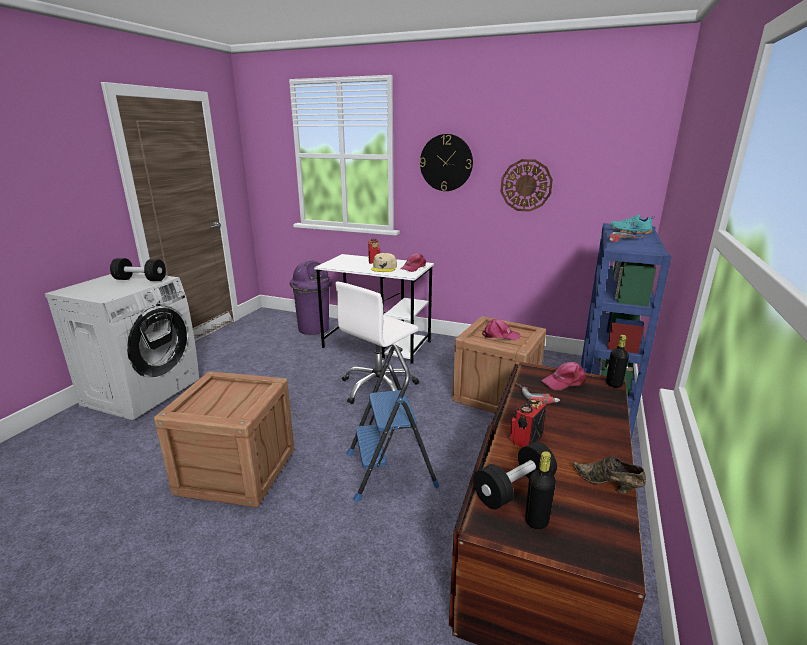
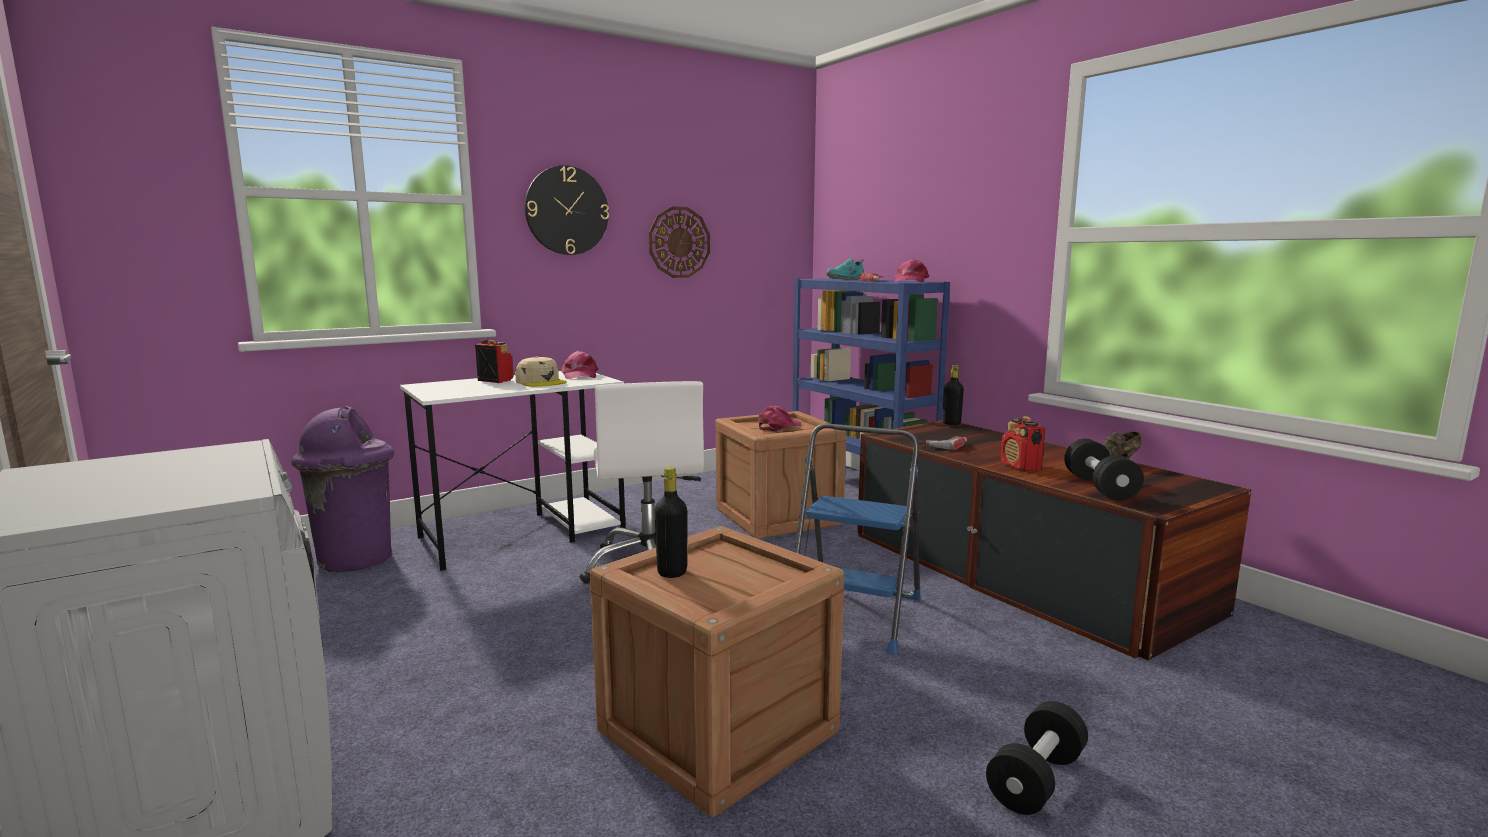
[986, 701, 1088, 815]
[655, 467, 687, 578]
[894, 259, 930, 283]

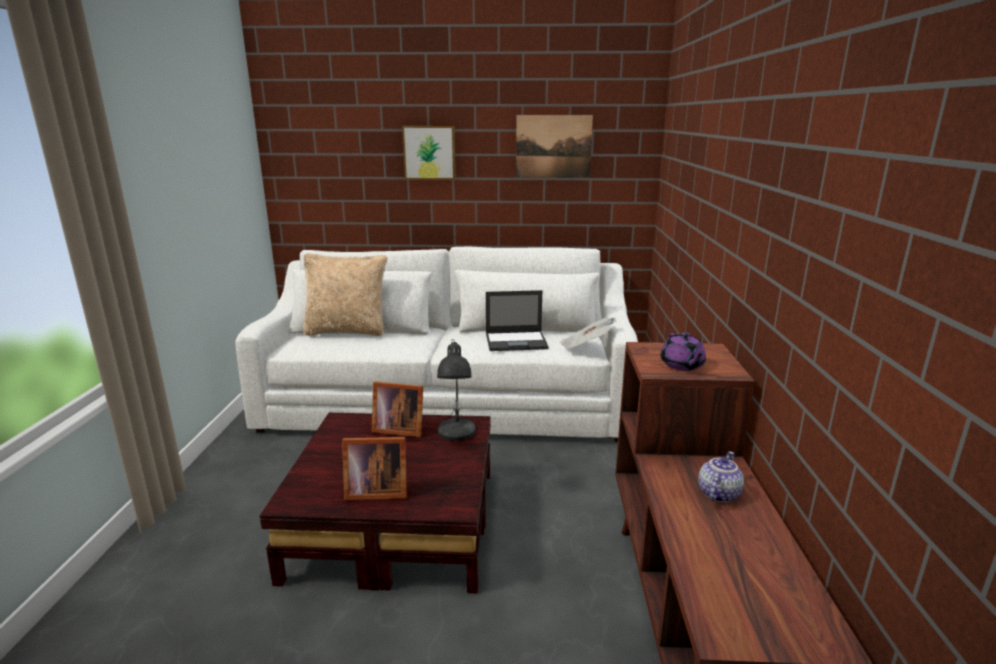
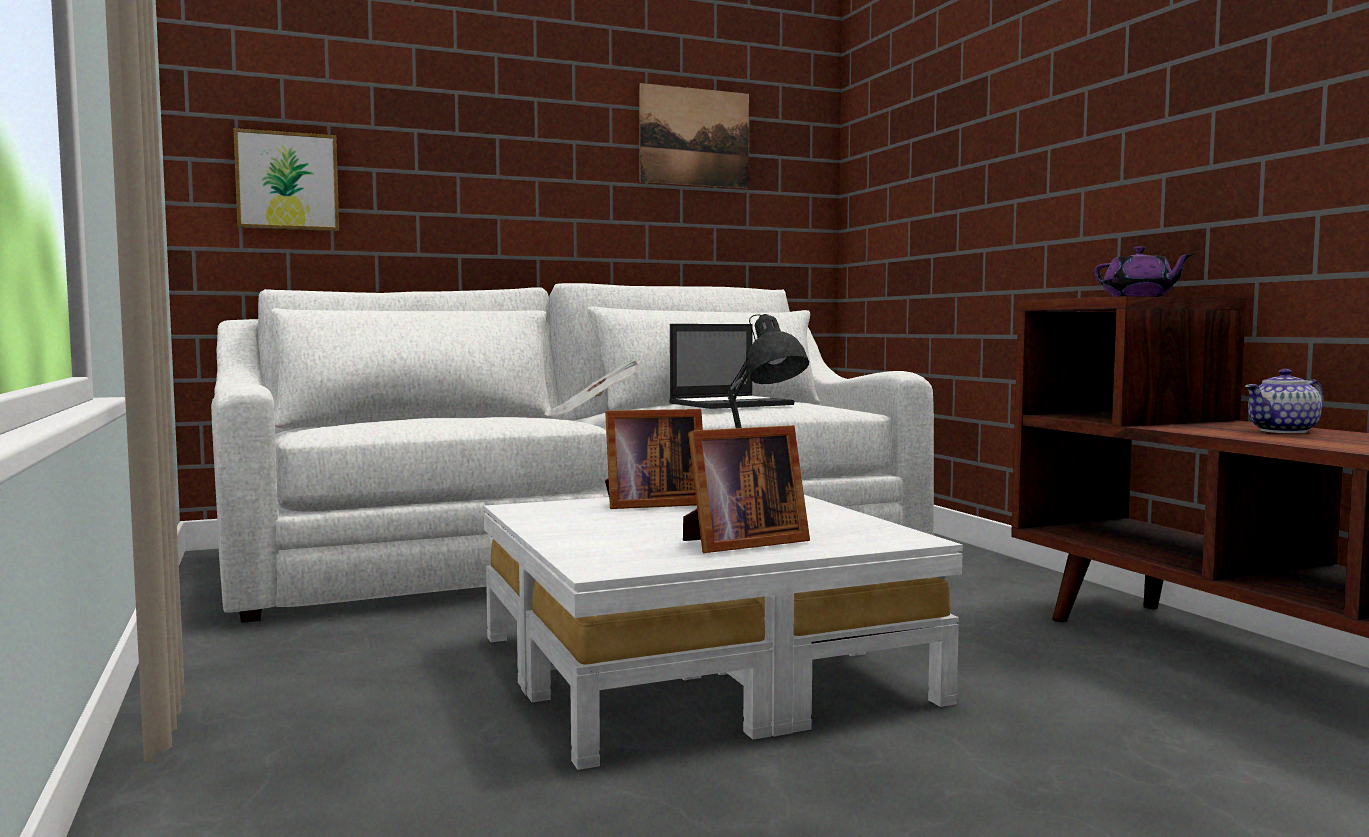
[484, 495, 963, 770]
[303, 253, 388, 337] (first image)
[234, 128, 339, 231]
[544, 360, 642, 416]
[1245, 369, 1324, 433]

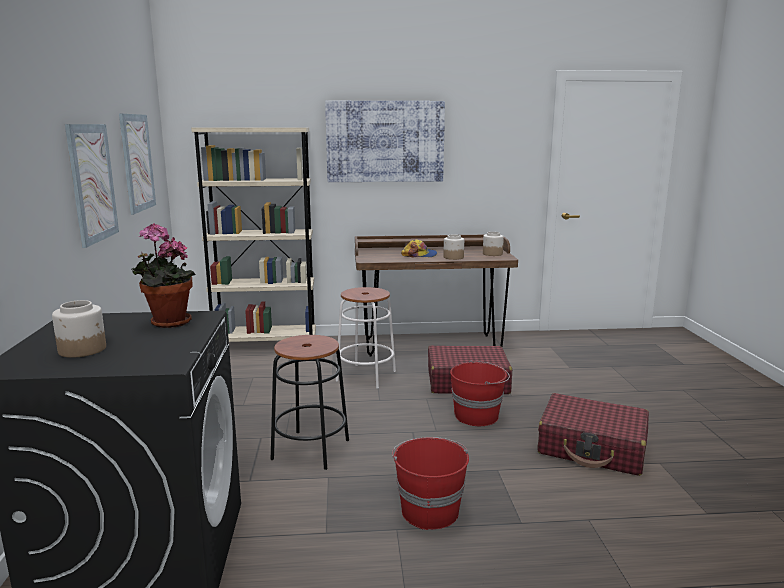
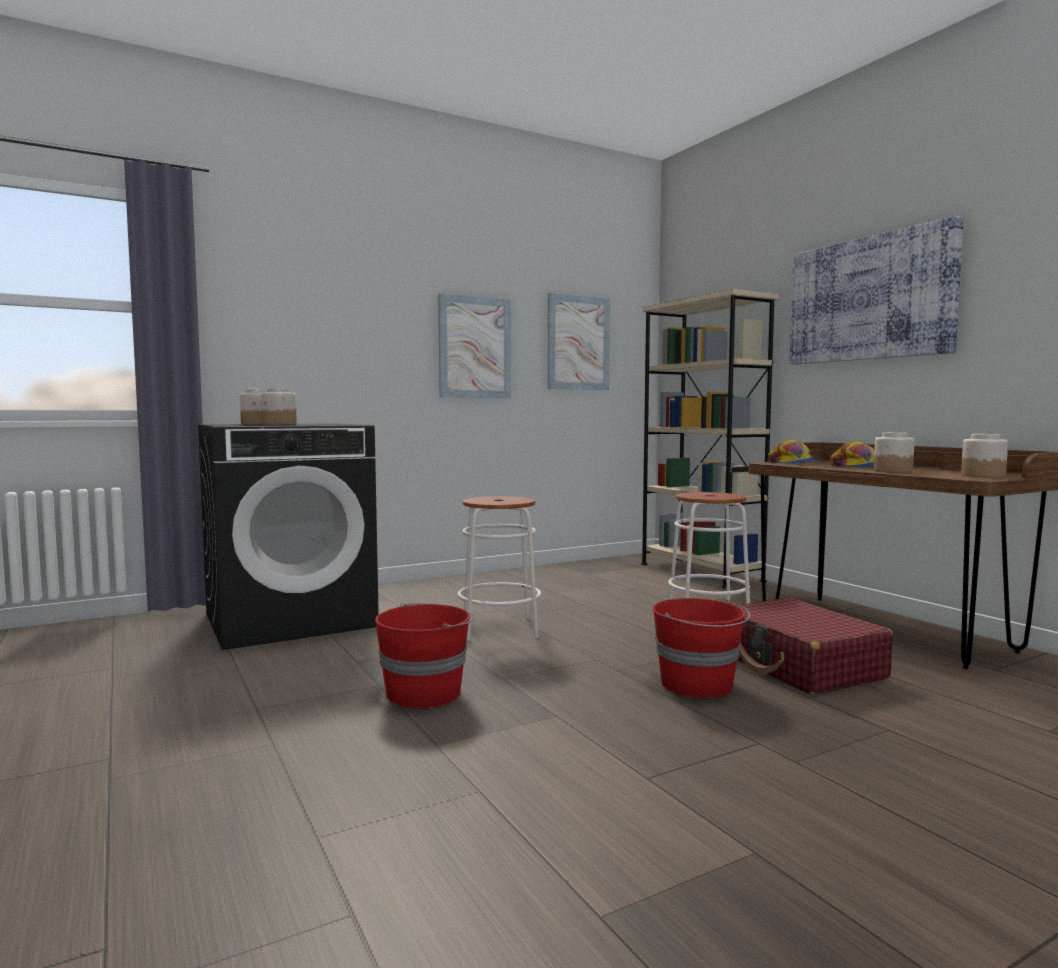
[132, 223, 196, 328] (first image)
[457, 496, 541, 641]
[538, 393, 649, 476] (first image)
[261, 388, 297, 425]
[768, 439, 820, 464]

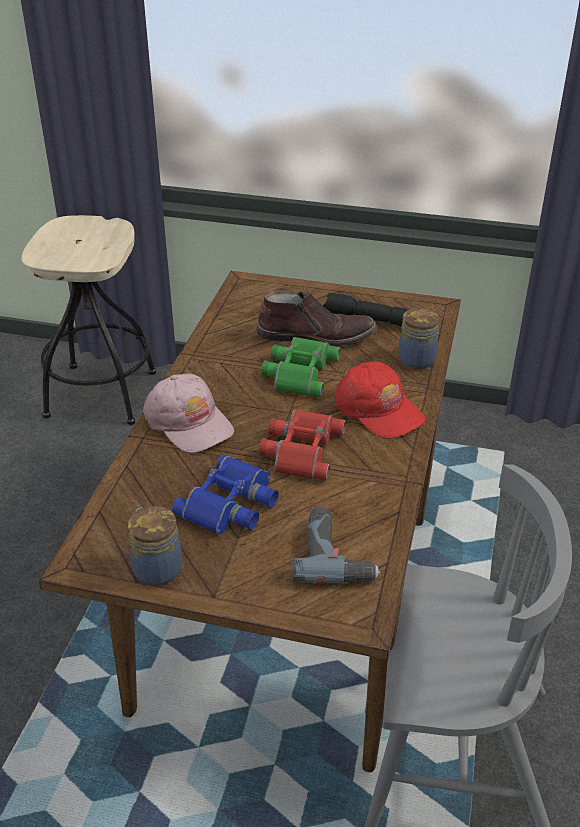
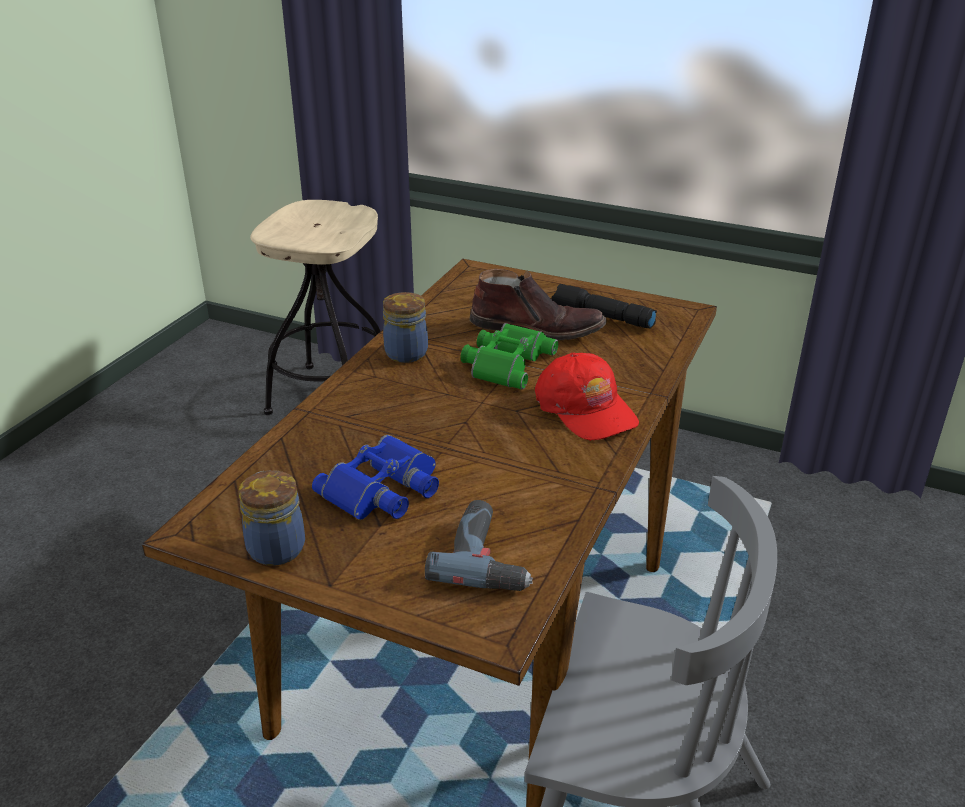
[143, 373, 234, 453] (first image)
[259, 410, 346, 480] (first image)
[383, 292, 428, 363]

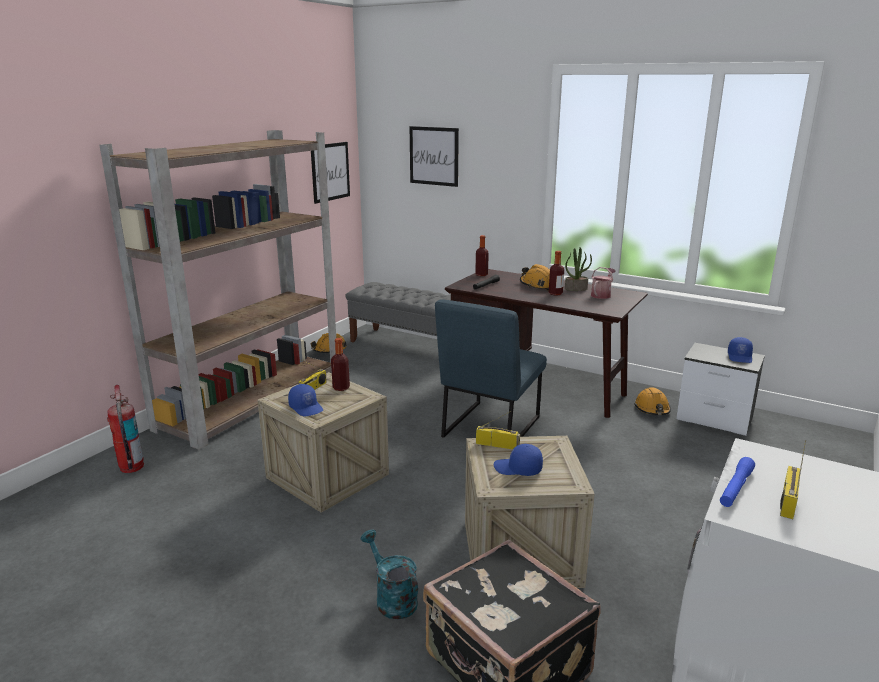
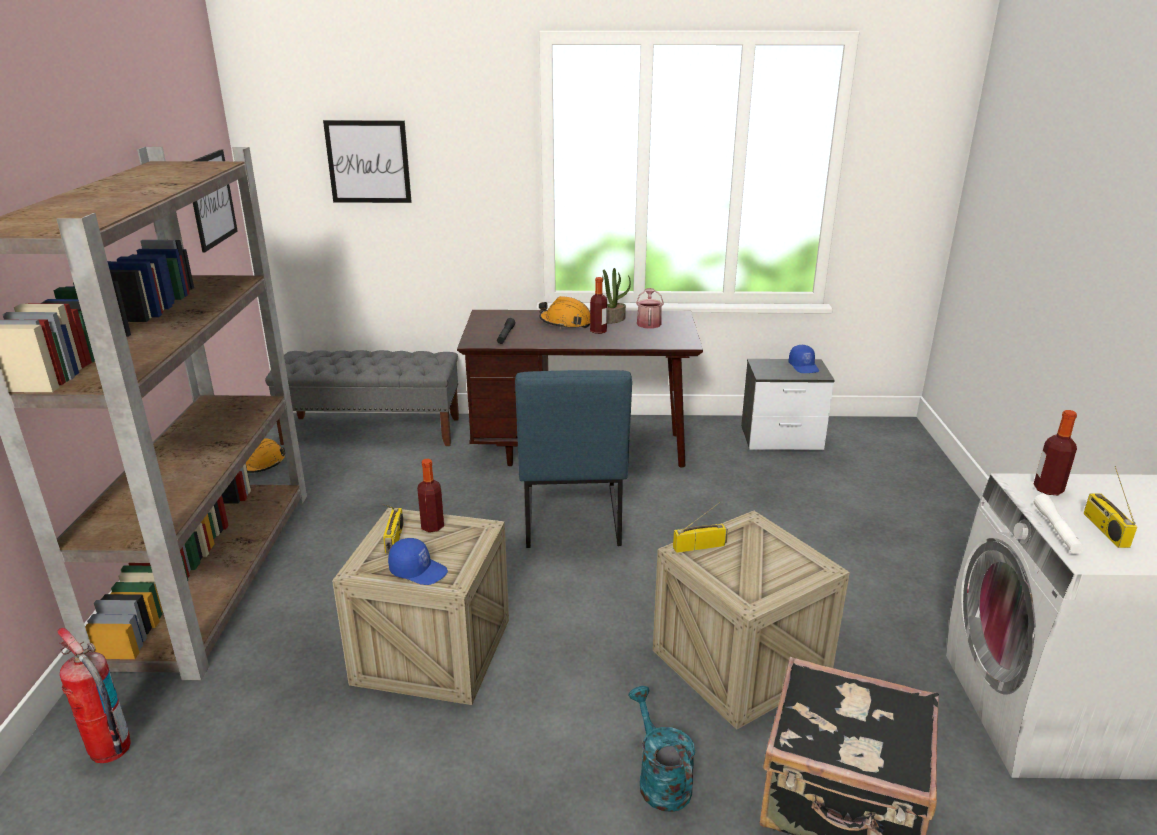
[628, 686, 695, 812]
[1034, 410, 1077, 495]
[494, 444, 543, 476] (first image)
[634, 387, 671, 415] (first image)
[1034, 494, 1084, 554]

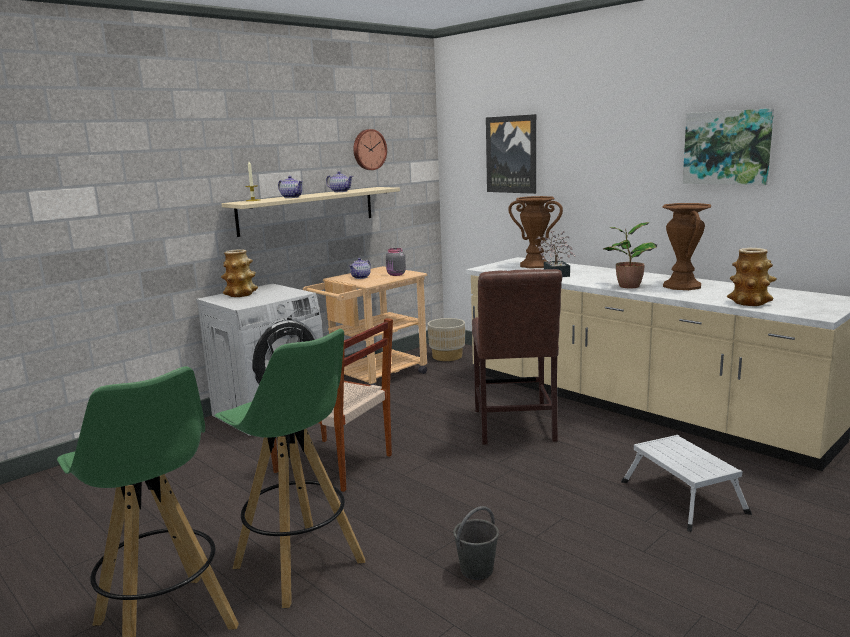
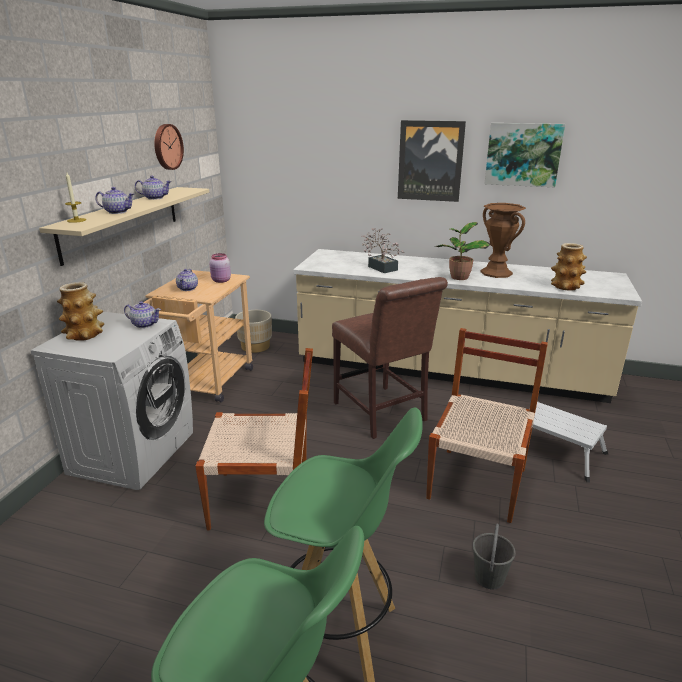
[209, 253, 231, 283]
[398, 120, 466, 202]
[508, 196, 563, 268] (first image)
[124, 301, 161, 328]
[426, 328, 548, 523]

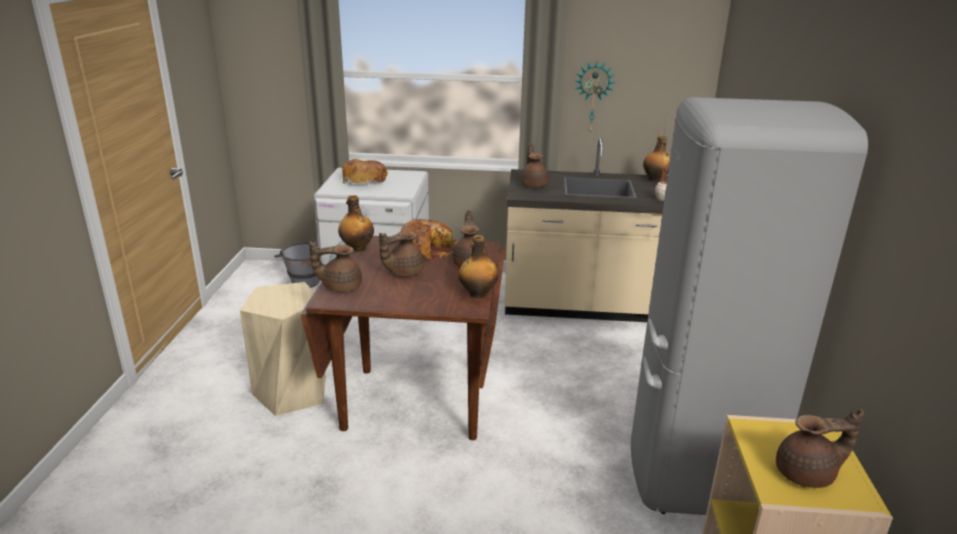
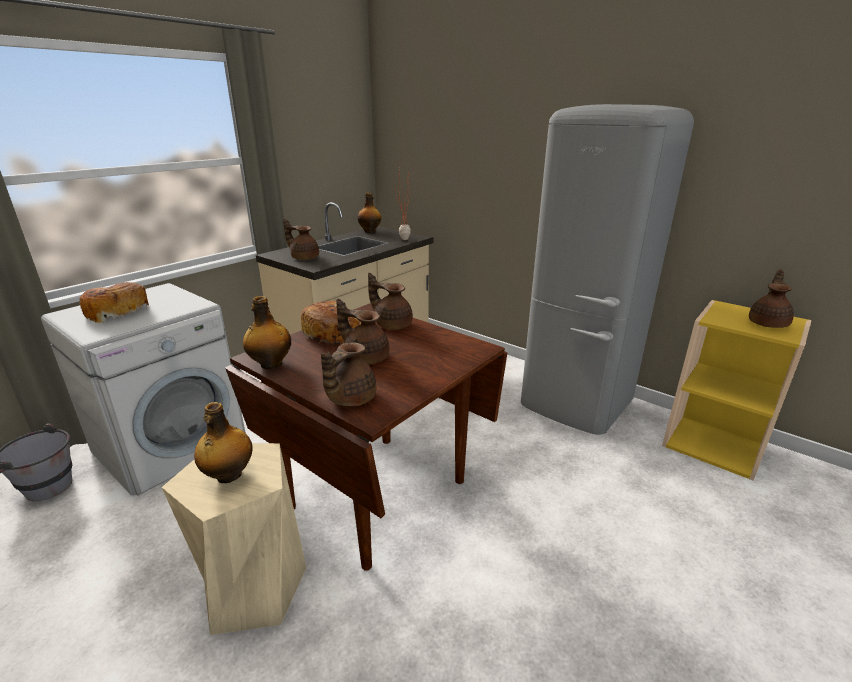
[336, 298, 389, 364]
[194, 402, 253, 483]
[575, 62, 616, 134] (first image)

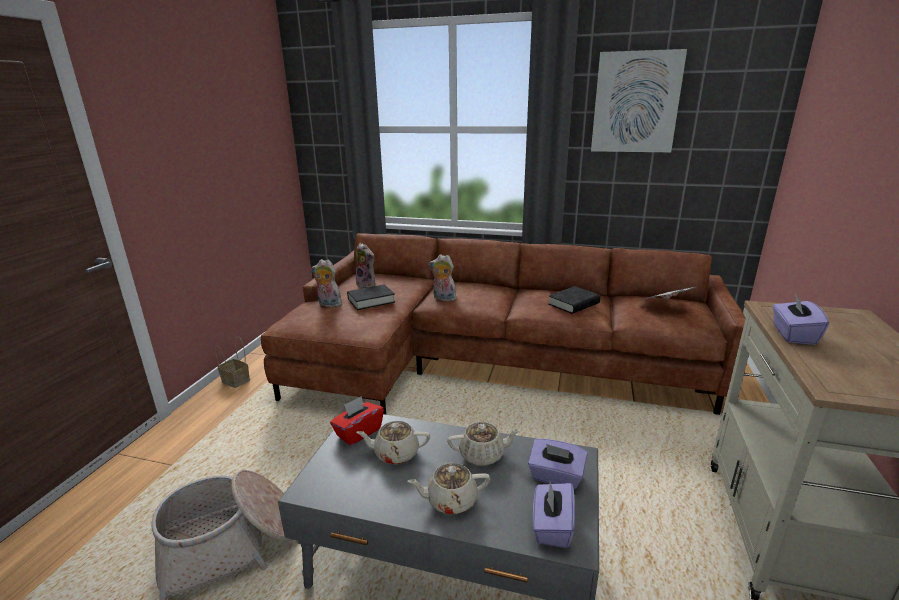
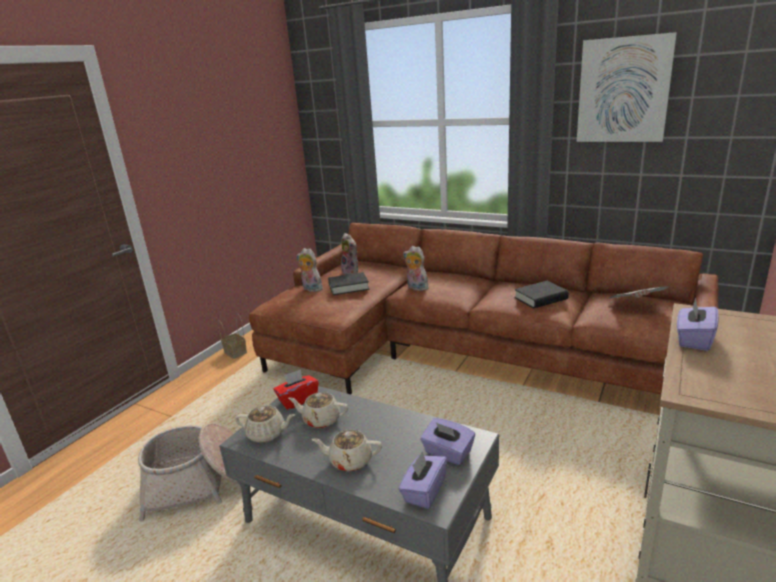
[235, 405, 295, 443]

